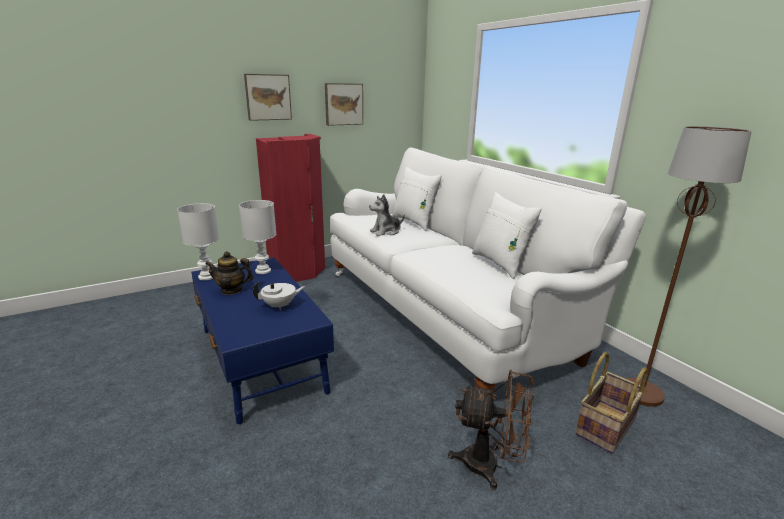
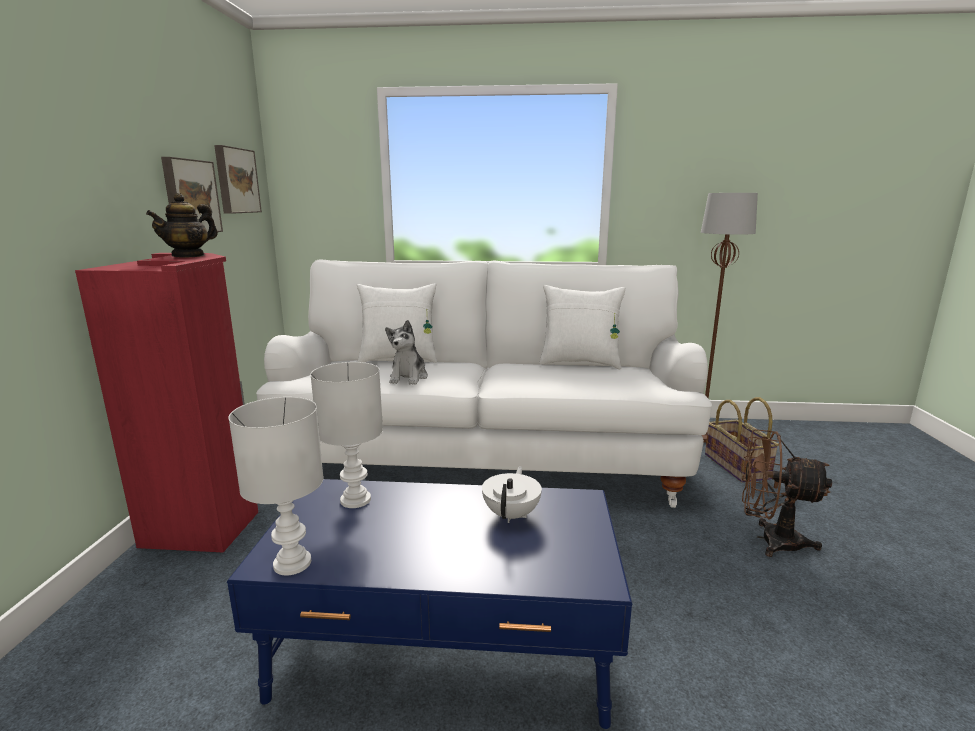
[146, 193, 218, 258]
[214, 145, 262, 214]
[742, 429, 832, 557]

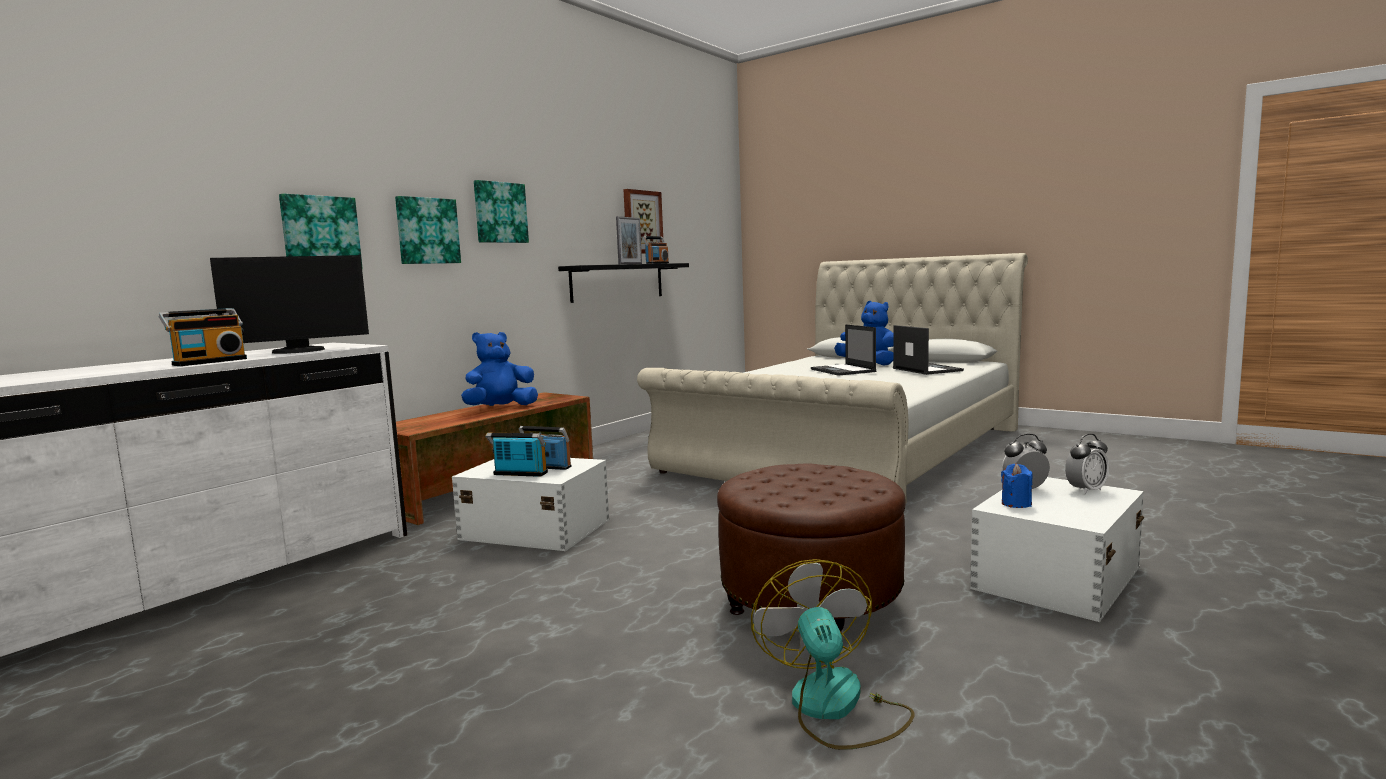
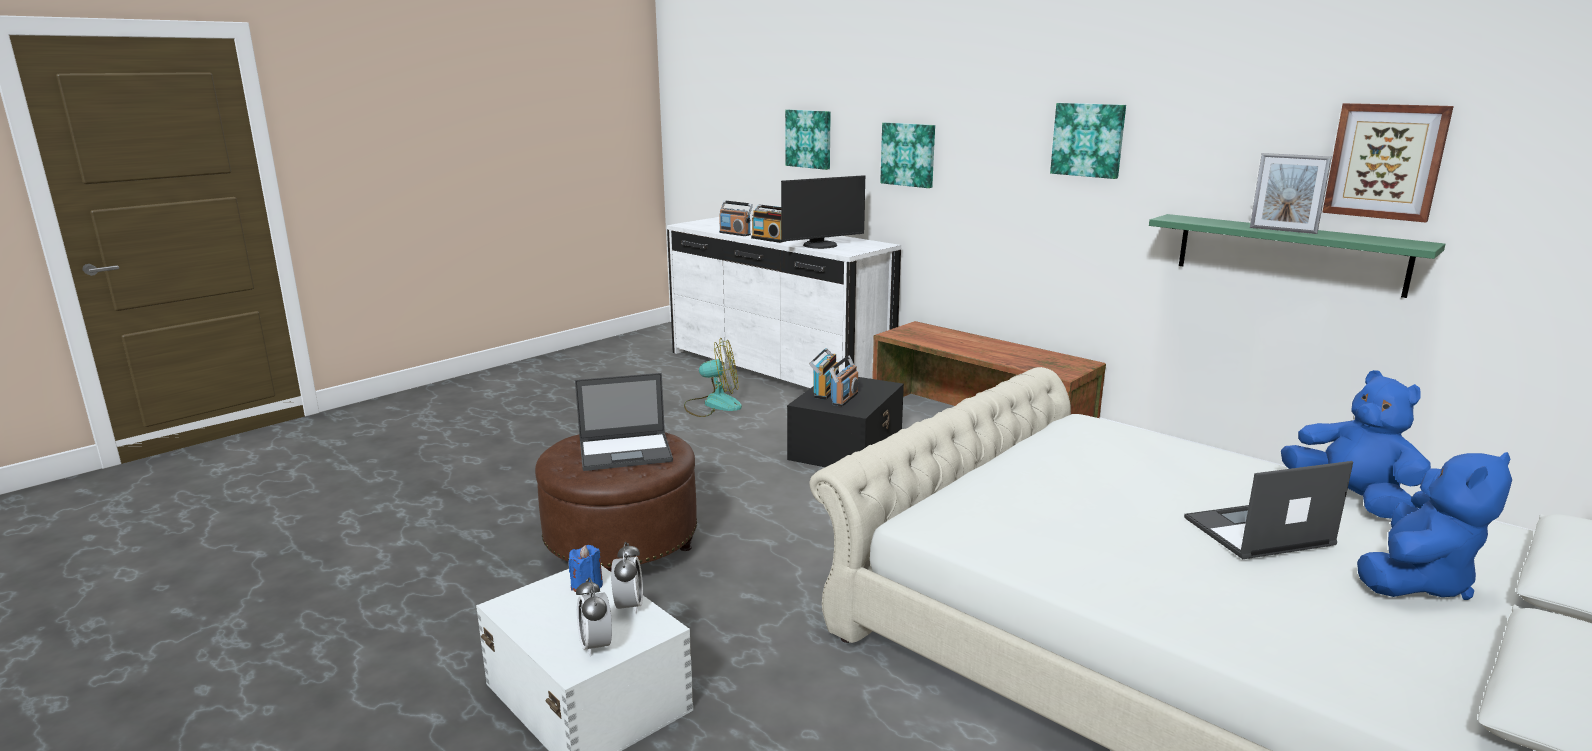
[781, 175, 865, 249]
[785, 110, 831, 170]
[787, 377, 904, 467]
[1281, 370, 1431, 519]
[1149, 214, 1445, 298]
[719, 200, 753, 236]
[684, 338, 742, 417]
[575, 373, 673, 471]

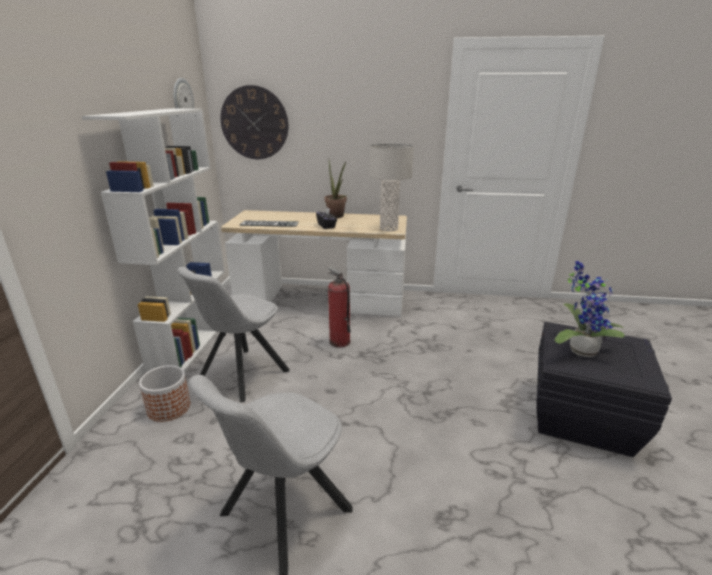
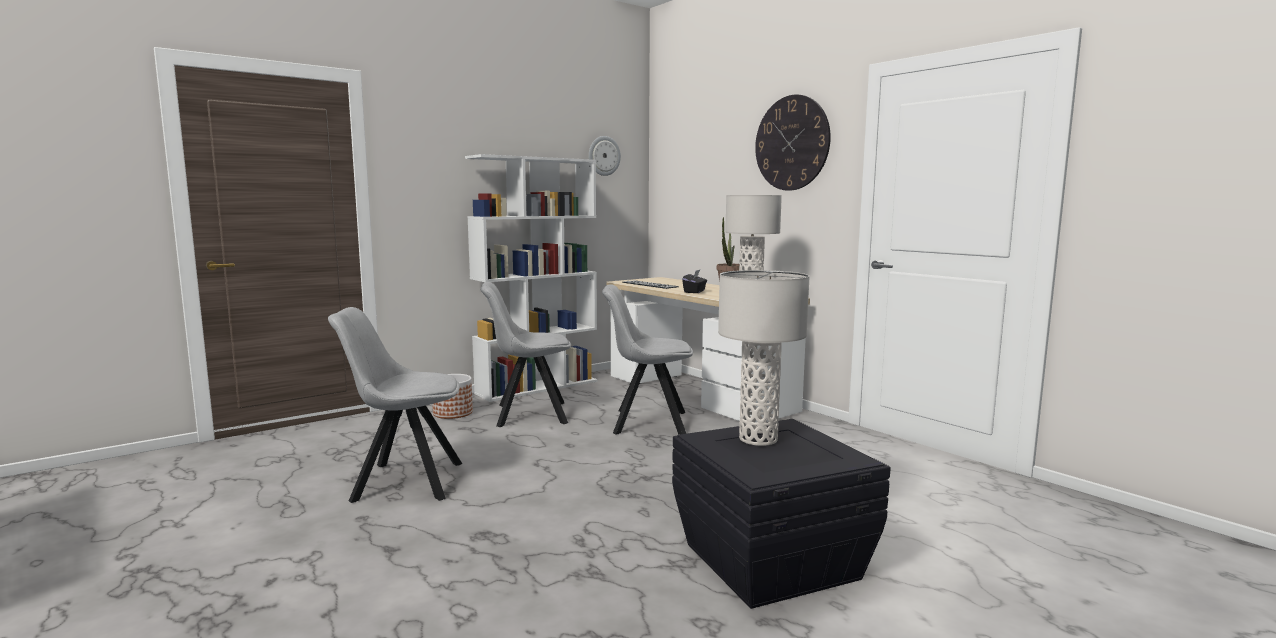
[755, 95, 831, 191]
[602, 284, 693, 435]
[718, 270, 810, 446]

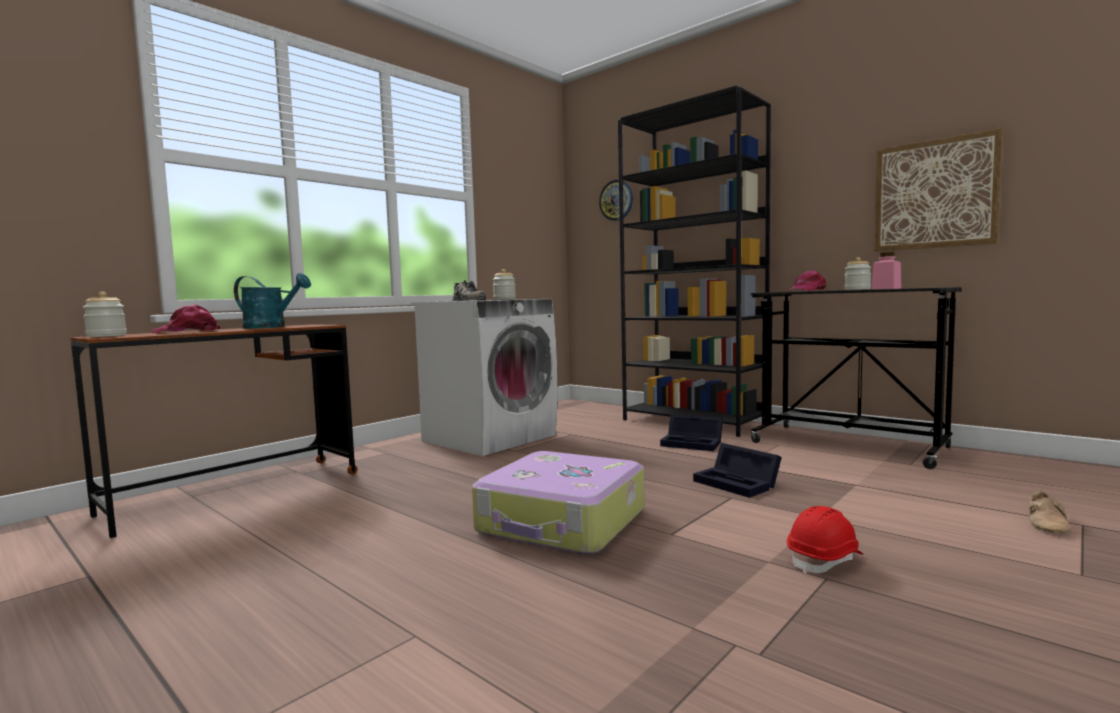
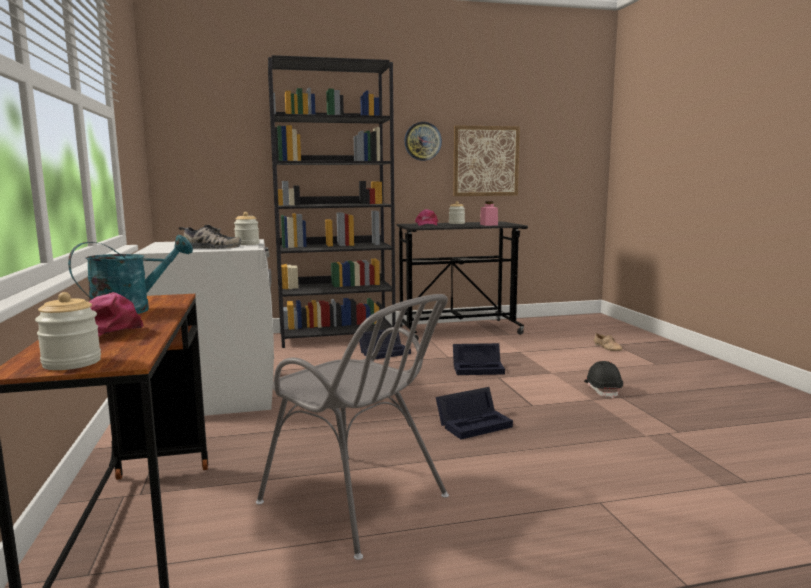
[436, 387, 513, 439]
[404, 122, 442, 161]
[584, 361, 623, 399]
[256, 294, 449, 560]

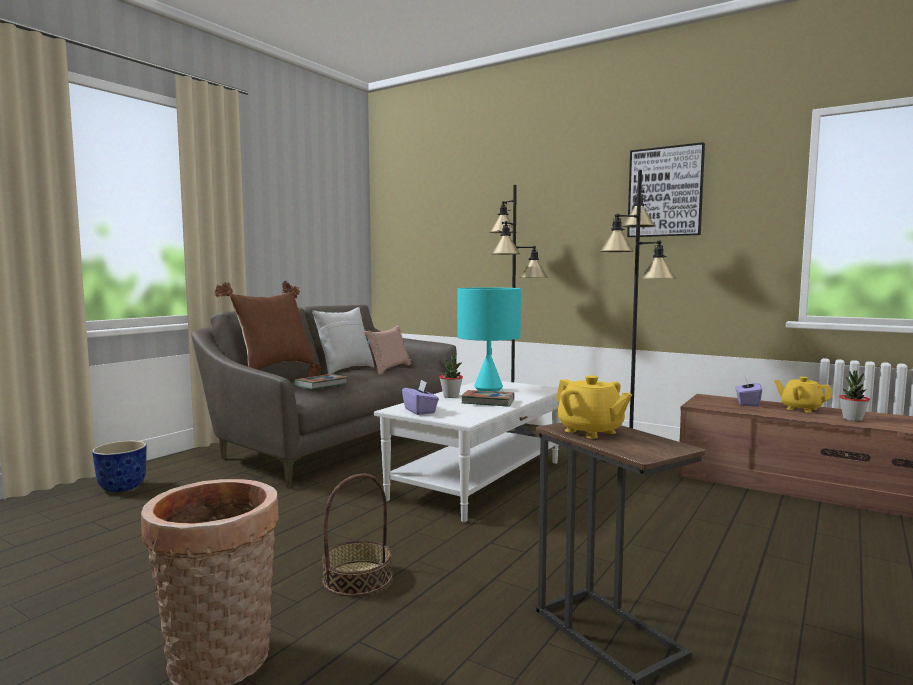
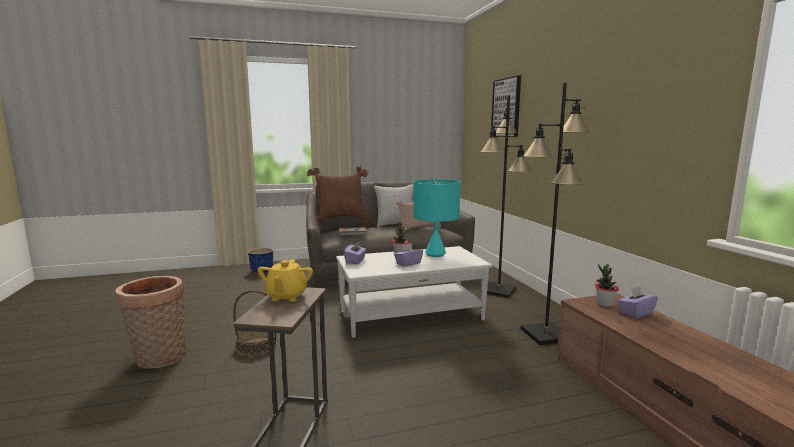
[394, 243, 423, 267]
[491, 75, 521, 137]
[774, 377, 832, 413] (first image)
[595, 264, 619, 307]

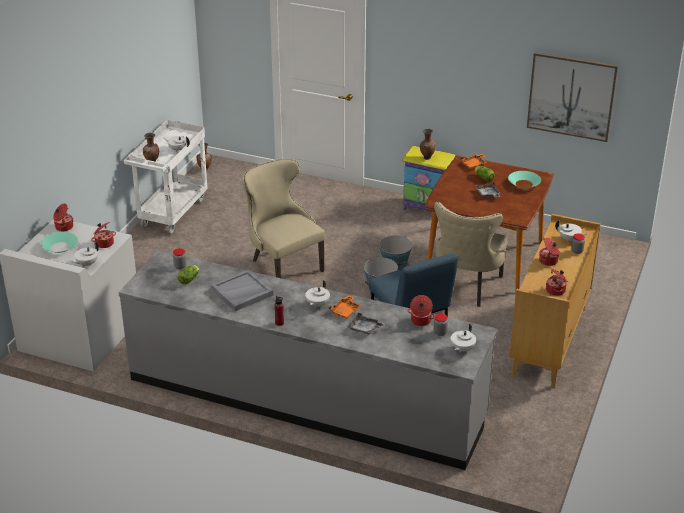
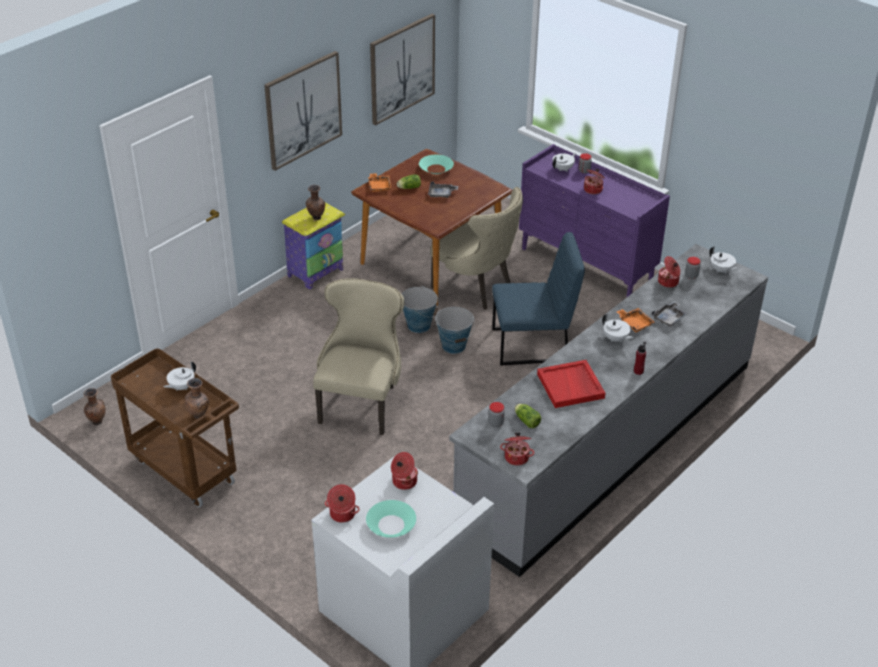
[72, 242, 99, 267] (first image)
[111, 348, 239, 507]
[537, 360, 605, 408]
[313, 278, 404, 435]
[519, 144, 670, 298]
[500, 432, 534, 466]
[264, 51, 342, 171]

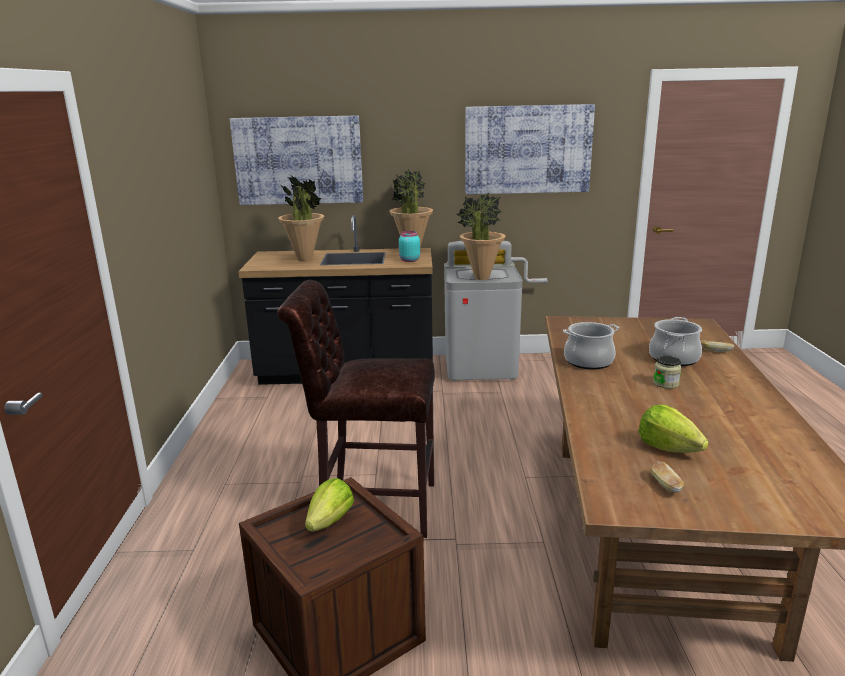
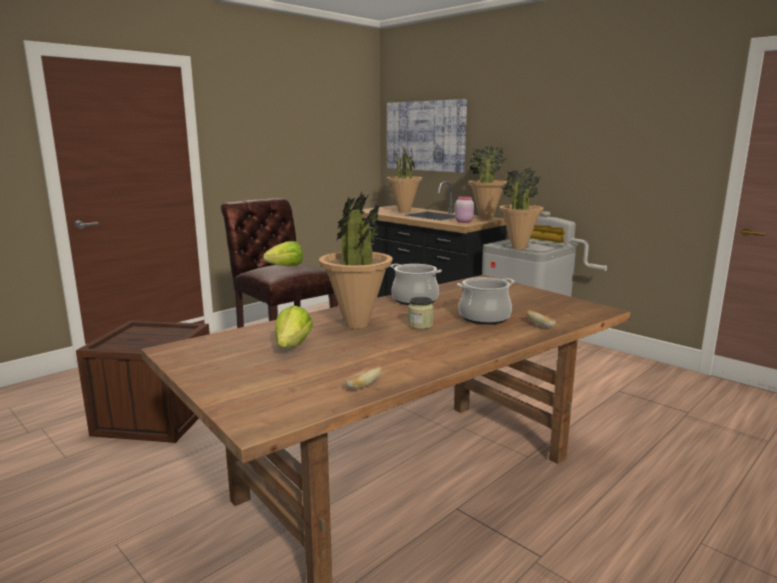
[263, 241, 303, 266]
[455, 196, 474, 223]
[465, 104, 595, 194] (first image)
[346, 365, 382, 389]
[319, 192, 393, 329]

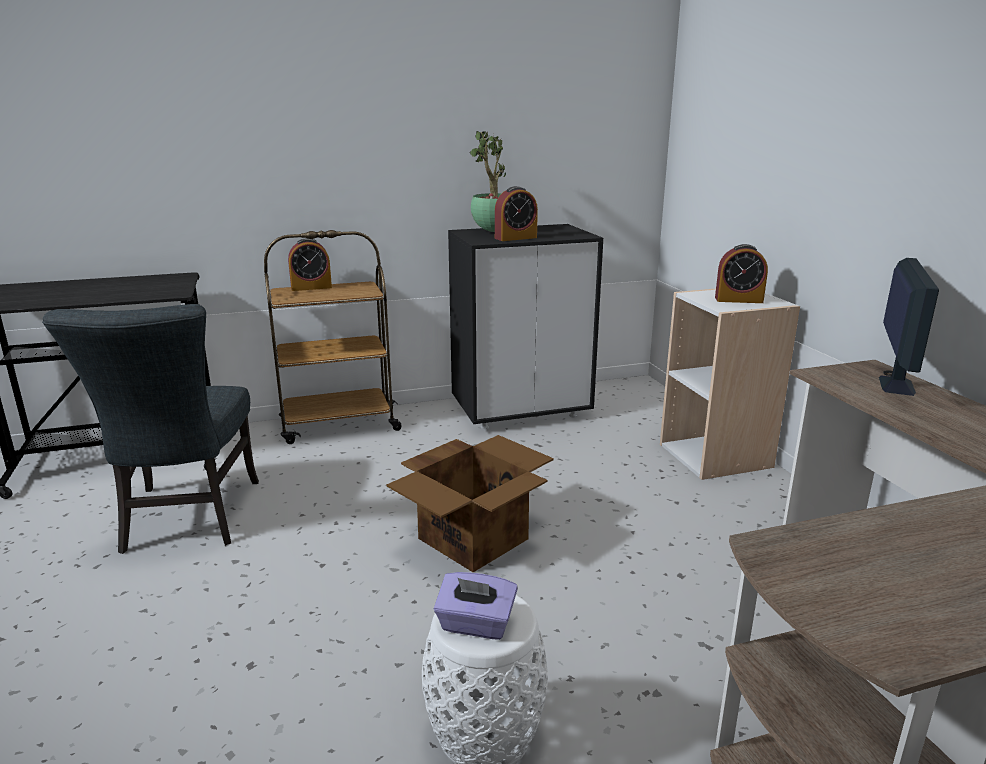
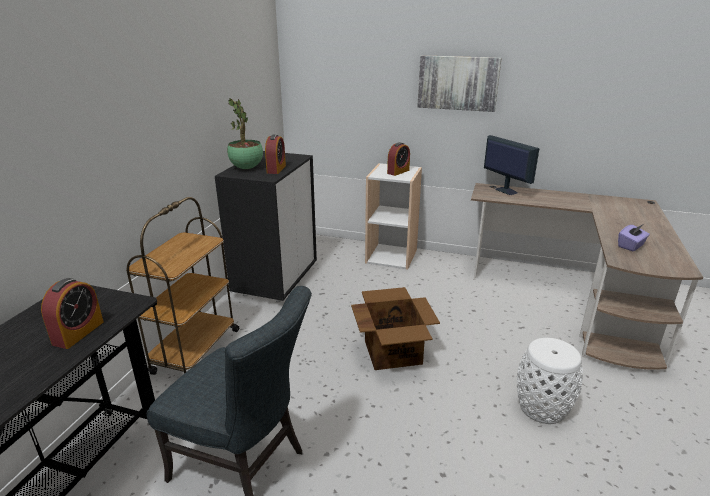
[41, 278, 104, 349]
[618, 225, 650, 251]
[417, 55, 502, 112]

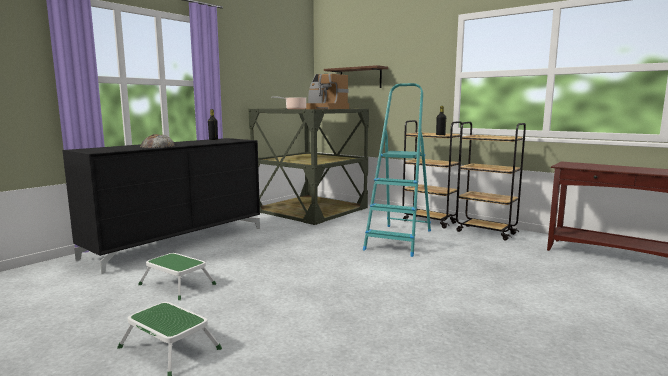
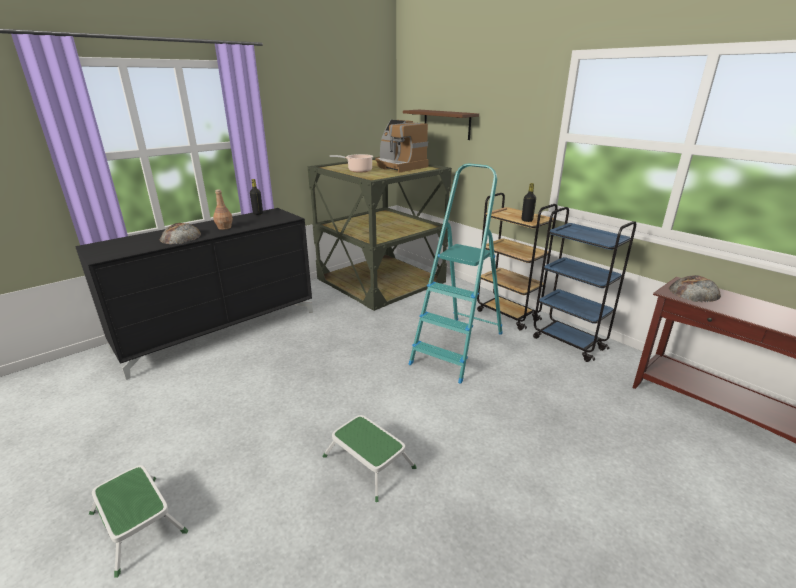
[323, 415, 417, 502]
[533, 207, 636, 362]
[213, 189, 233, 230]
[668, 275, 721, 302]

